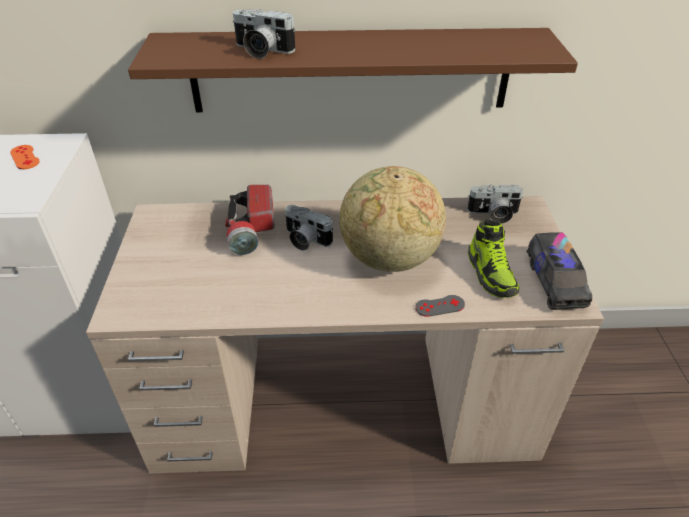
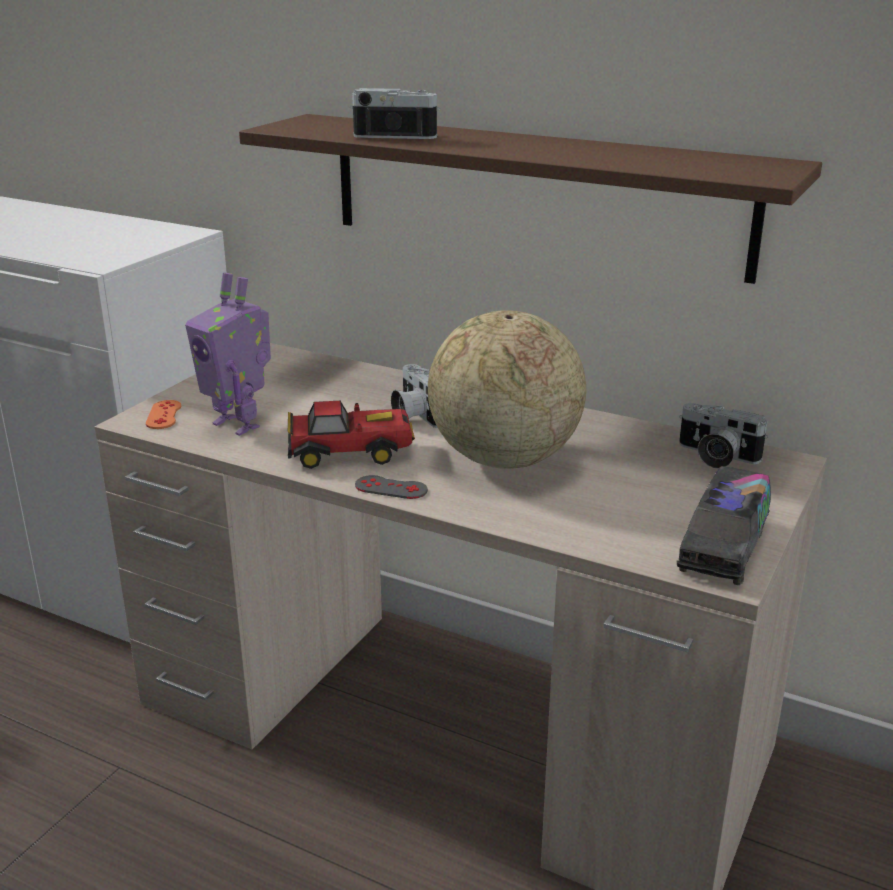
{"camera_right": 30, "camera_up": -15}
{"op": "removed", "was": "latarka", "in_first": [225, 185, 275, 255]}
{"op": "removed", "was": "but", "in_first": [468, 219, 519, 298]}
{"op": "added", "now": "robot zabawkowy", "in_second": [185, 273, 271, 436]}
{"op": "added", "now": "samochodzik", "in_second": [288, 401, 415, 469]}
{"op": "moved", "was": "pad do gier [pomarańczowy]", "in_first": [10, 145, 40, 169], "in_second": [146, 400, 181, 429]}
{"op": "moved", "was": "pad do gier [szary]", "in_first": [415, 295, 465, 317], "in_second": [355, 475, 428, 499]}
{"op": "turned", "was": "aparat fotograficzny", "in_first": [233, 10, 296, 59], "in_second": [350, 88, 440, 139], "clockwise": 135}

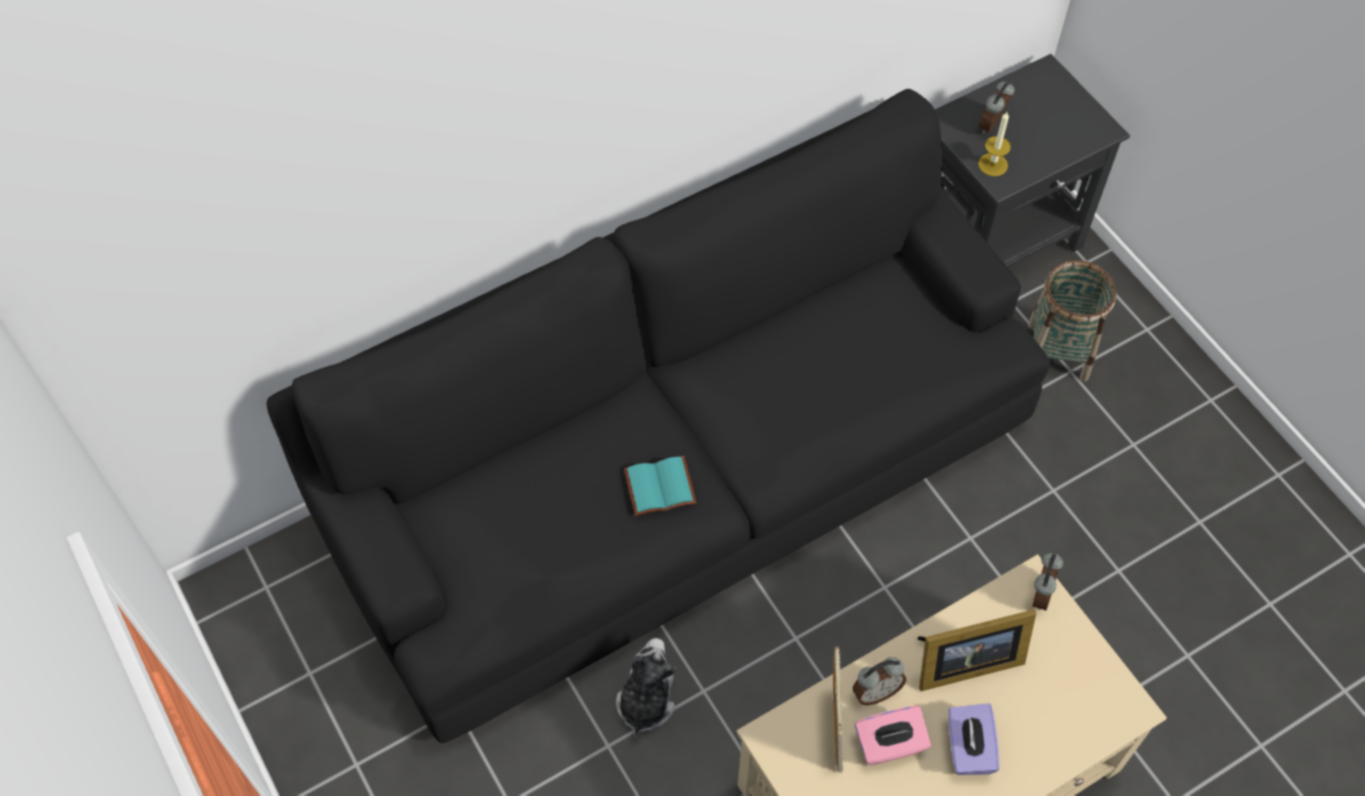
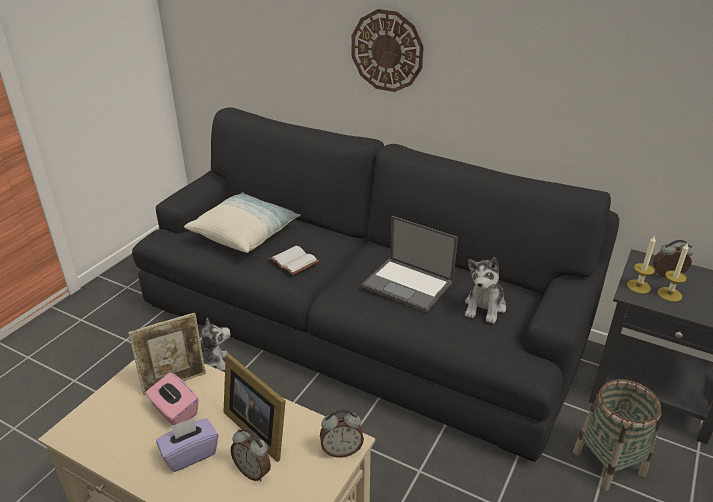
{"camera_right": 60, "camera_up": -25}
{"op": "added", "now": "poduszka", "in_second": [184, 193, 301, 253]}
{"op": "added", "now": "zegar ścienny", "in_second": [351, 9, 424, 92]}
{"op": "added", "now": "laptop", "in_second": [362, 216, 458, 313]}
{"op": "added", "now": "pluszak", "in_second": [465, 257, 506, 324]}
{"op": "added", "now": "świeca", "in_second": [657, 244, 689, 302]}
{"op": "moved", "was": "budzik", "in_first": [853, 657, 906, 705], "in_second": [230, 428, 271, 481]}
{"op": "recoloured", "was": "książka [turkusowy]", "now": "książka [biały]", "in_first": [624, 456, 696, 516], "in_second": [269, 246, 319, 275]}

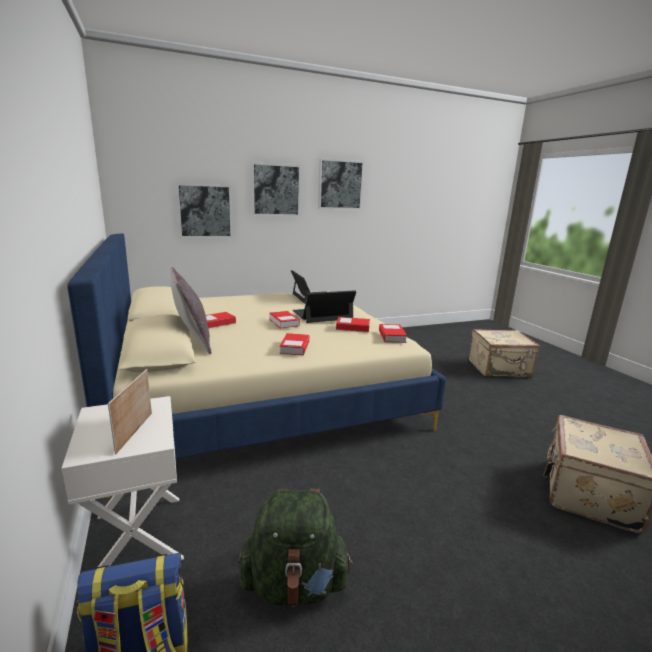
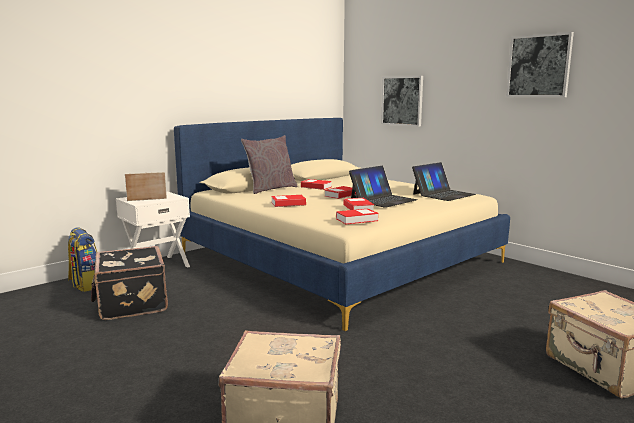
{"camera_right": 70, "camera_up": -5}
{"op": "removed", "was": "obraz", "in_first": [251, 162, 301, 216]}
{"op": "replaced", "was": "plecak [zielony]", "now": "walizka [czarny]", "in_first": [239, 489, 353, 607], "in_second": [91, 246, 168, 320]}
{"op": "turned", "was": "laptop", "in_first": [292, 290, 356, 323], "in_second": [349, 166, 418, 208], "clockwise": 90}

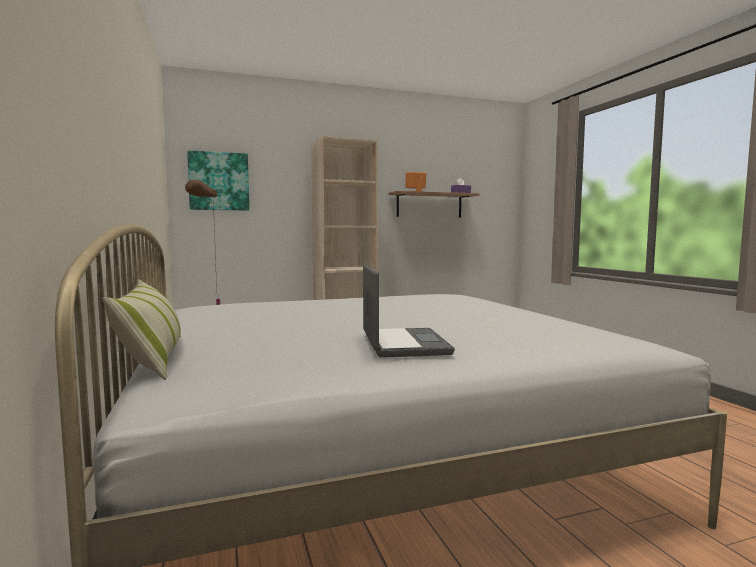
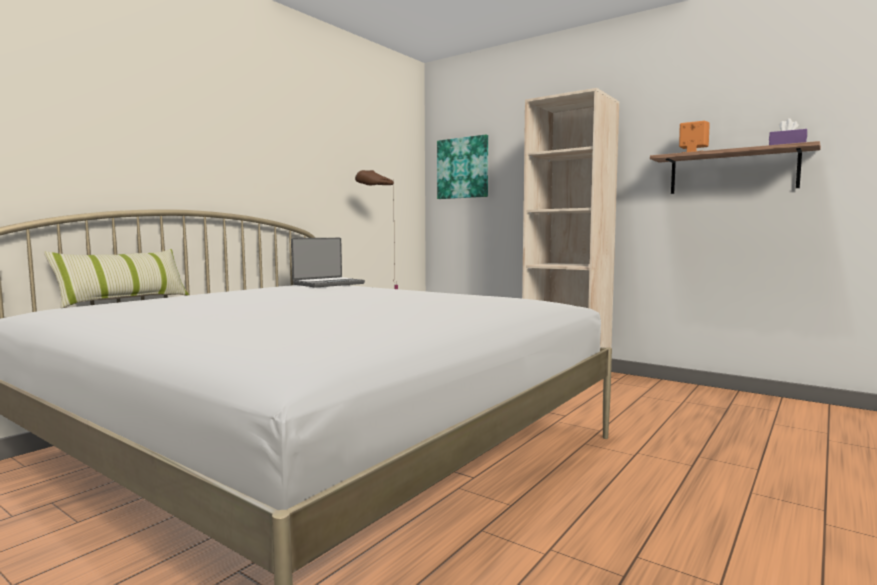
{"camera_right": 55, "camera_up": 0}
{"op": "moved", "was": "laptop", "in_first": [363, 265, 455, 358], "in_second": [291, 238, 365, 288]}

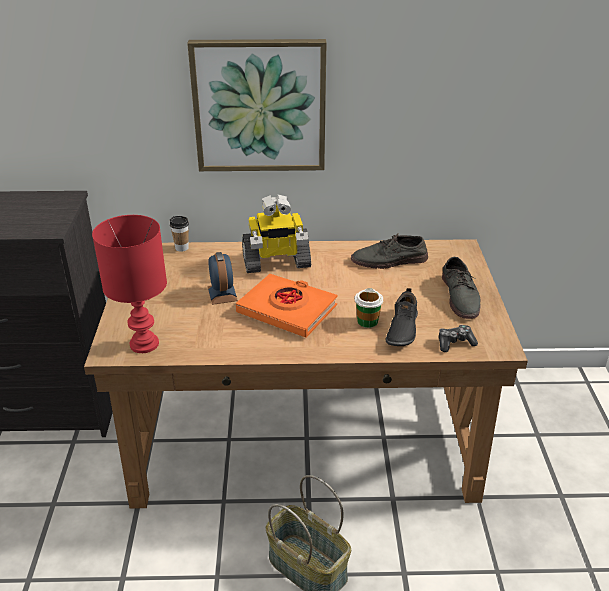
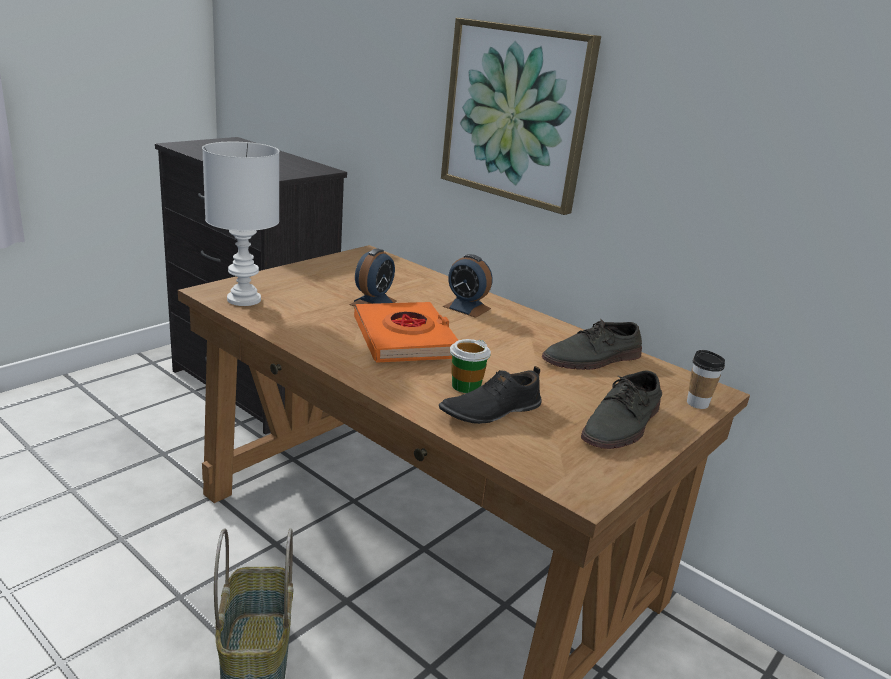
{"camera_right": 40, "camera_up": -10}
{"op": "removed", "was": "pad do gier", "in_first": [439, 325, 478, 352]}
{"op": "moved", "was": "filiżanka", "in_first": [170, 216, 189, 252], "in_second": [687, 350, 725, 409]}
{"op": "replaced", "was": "robot zabawkowy", "now": "budzik", "in_first": [242, 194, 311, 273], "in_second": [443, 254, 493, 318]}
{"op": "recoloured", "was": "lampa stołowa [czerwony]", "now": "lampa stołowa [biały]", "in_first": [92, 215, 167, 353], "in_second": [202, 142, 279, 306]}
{"op": "turned", "was": "but [szary]", "in_first": [351, 234, 428, 269], "in_second": [542, 319, 642, 370], "clockwise": -60}

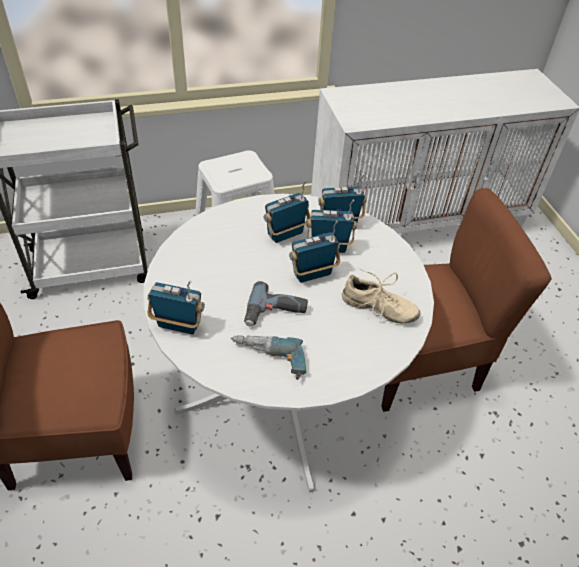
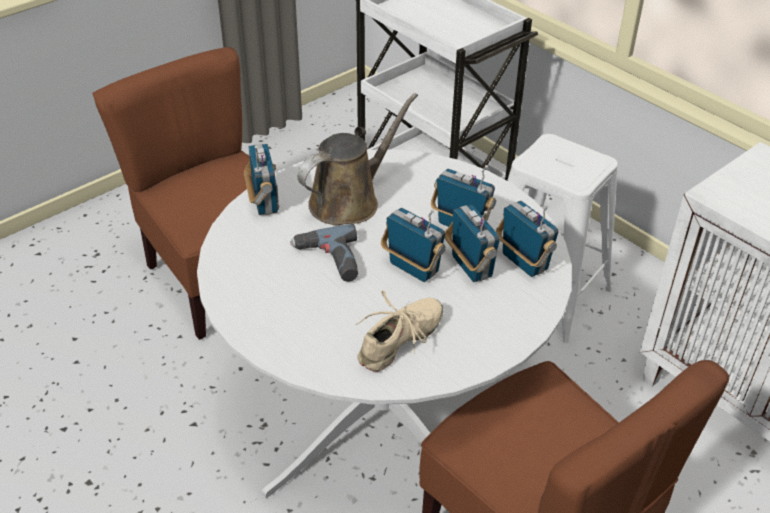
{"camera_right": 65, "camera_up": -5}
{"op": "removed", "was": "wiertarka", "in_first": [231, 335, 306, 380]}
{"op": "added", "now": "konewka [brązowy]", "in_second": [298, 93, 418, 225]}
{"op": "turned", "was": "but [beżowy]", "in_first": [342, 269, 420, 323], "in_second": [356, 290, 443, 372], "clockwise": -135}

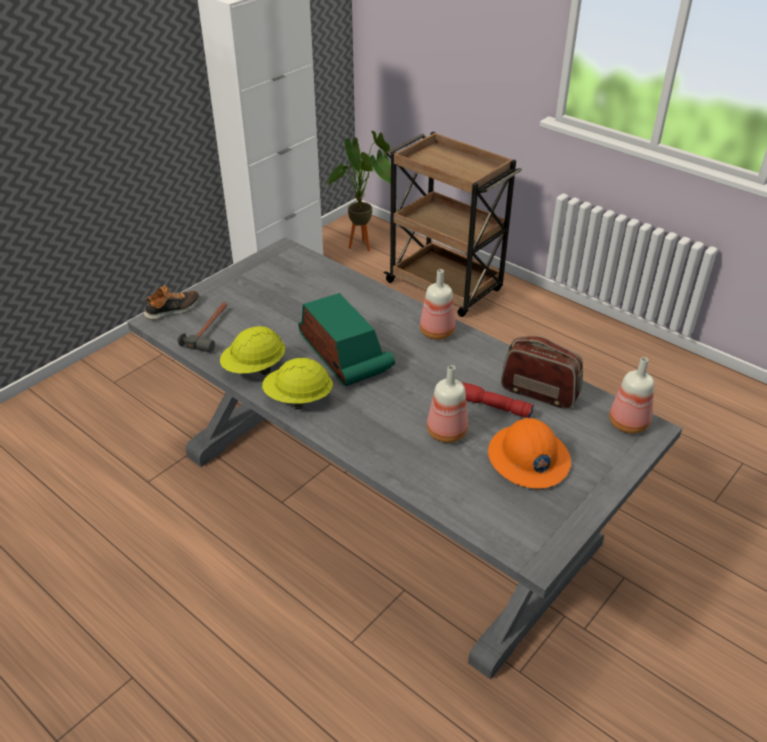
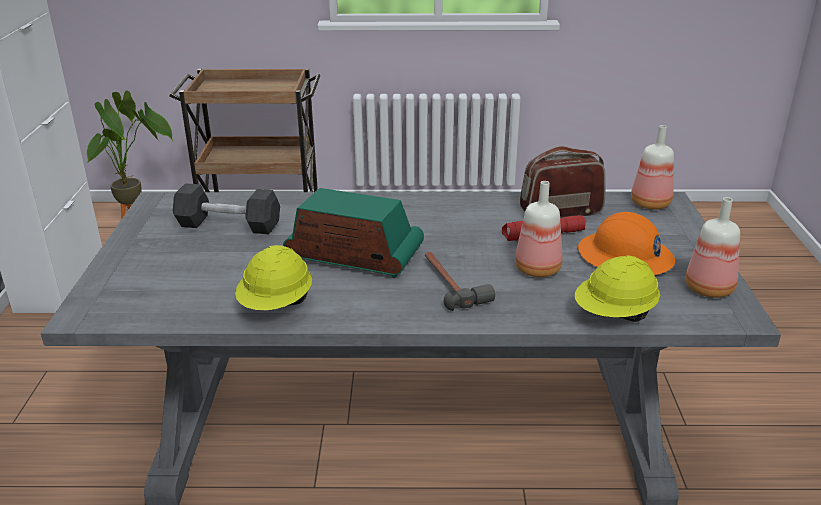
{"camera_right": -40, "camera_up": -10}
{"op": "removed", "was": "but", "in_first": [144, 285, 200, 320]}
{"op": "added", "now": "hantel [czarny]", "in_second": [173, 183, 280, 234]}
{"op": "moved", "was": "młotek", "in_first": [178, 303, 227, 352], "in_second": [425, 252, 495, 311]}
{"op": "moved", "was": "kask [żółty]", "in_first": [262, 358, 333, 409], "in_second": [575, 255, 660, 322]}
{"op": "moved", "was": "butelka", "in_first": [420, 269, 456, 340], "in_second": [685, 197, 740, 298]}

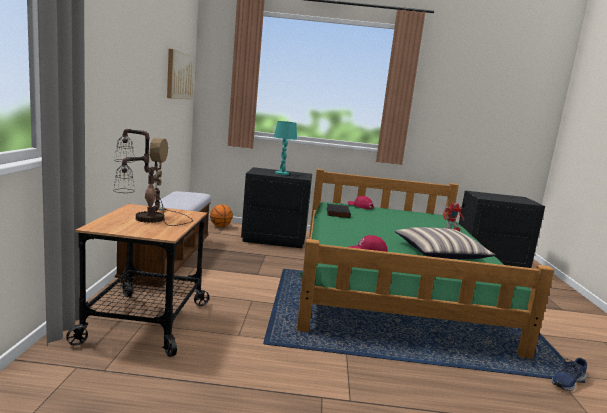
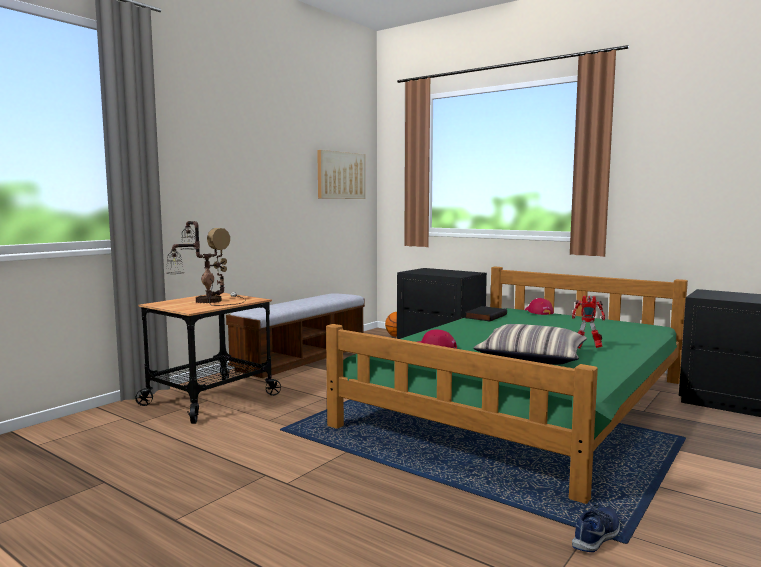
{"camera_right": 35, "camera_up": -5}
{"op": "removed", "was": "lampa stołowa [turkusowy]", "in_first": [274, 121, 297, 175]}
{"op": "turned", "was": "but [niebieski]", "in_first": [552, 358, 587, 391], "in_second": [572, 505, 620, 552], "clockwise": 135}

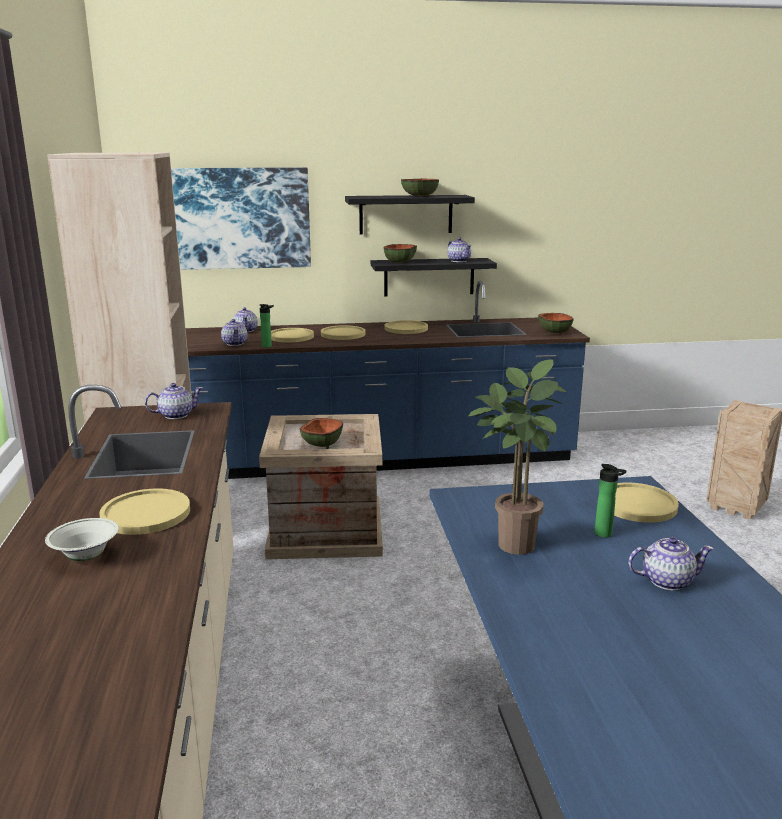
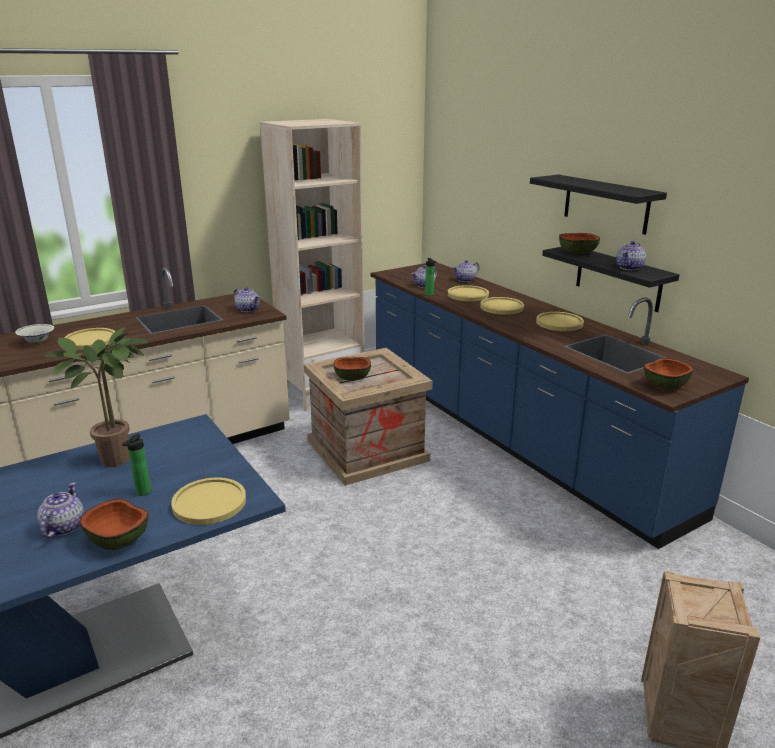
{"camera_right": 65, "camera_up": 5}
{"op": "removed", "was": "obraz", "in_first": [171, 167, 311, 270]}
{"op": "moved", "was": "miska", "in_first": [401, 179, 439, 196], "in_second": [79, 499, 149, 550]}
{"op": "turned", "was": "imbryk", "in_first": [628, 537, 714, 590], "in_second": [37, 483, 84, 538], "clockwise": -150}

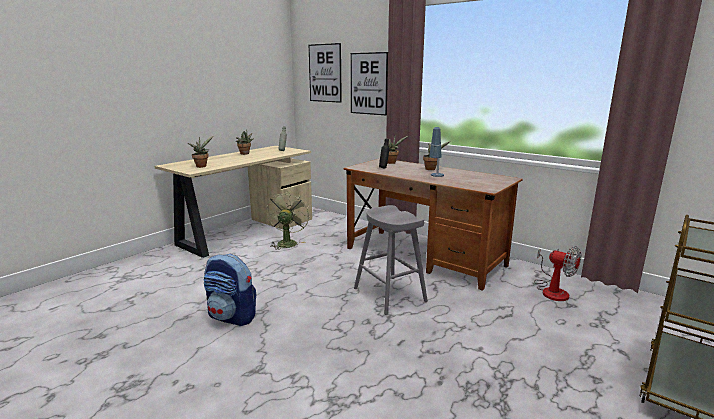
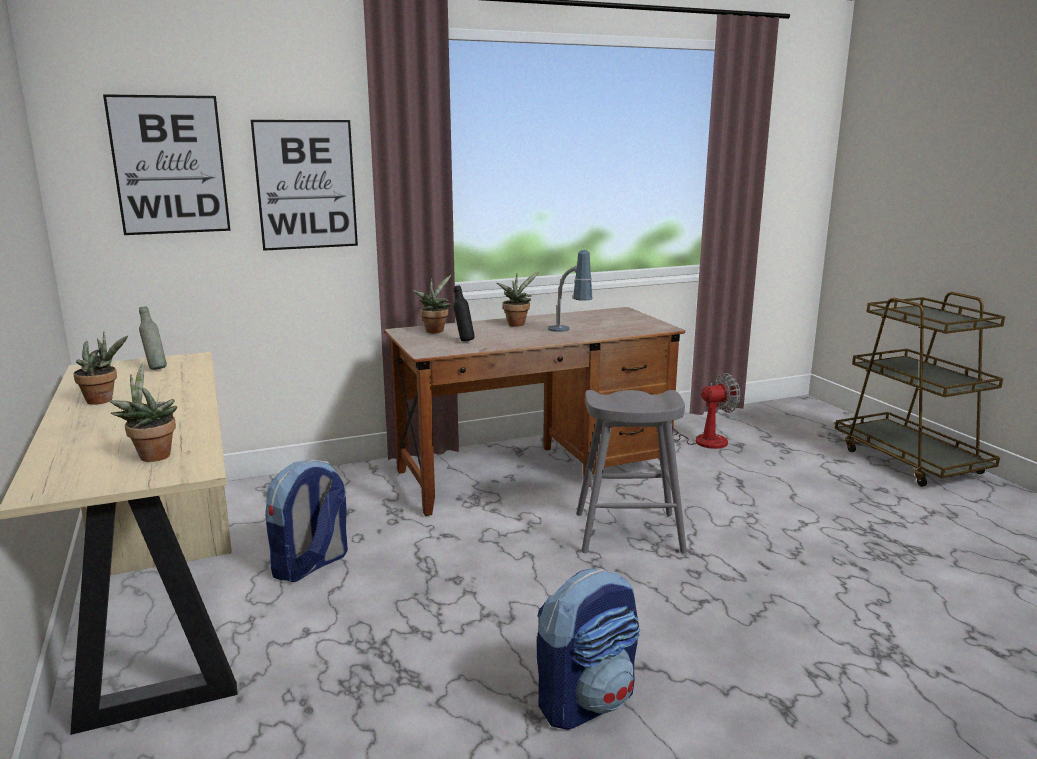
{"camera_right": -60, "camera_up": 0}
{"op": "replaced", "was": "wentylator [zielony]", "now": "plecak", "in_first": [266, 191, 310, 250], "in_second": [265, 460, 348, 582]}

